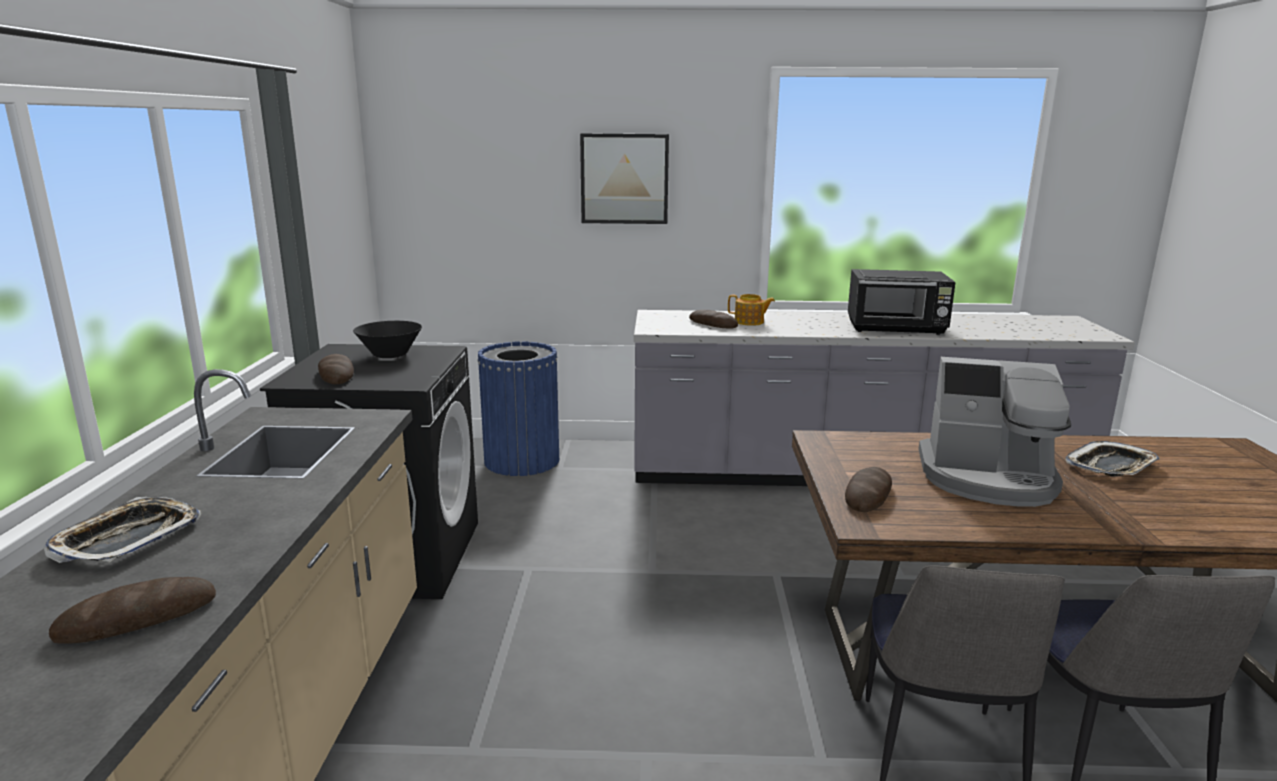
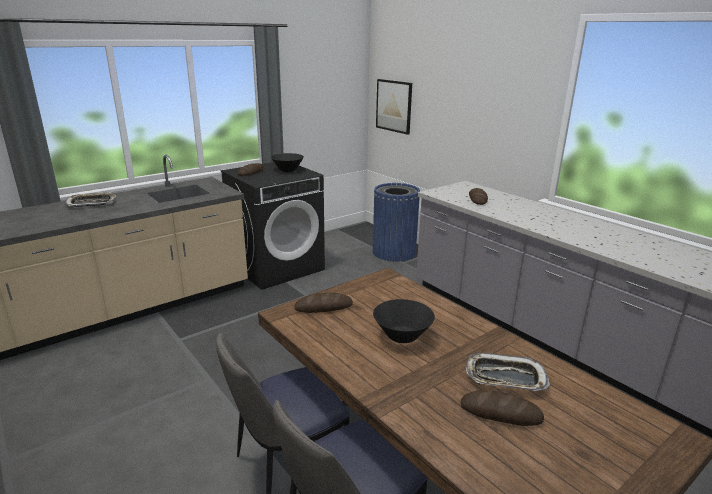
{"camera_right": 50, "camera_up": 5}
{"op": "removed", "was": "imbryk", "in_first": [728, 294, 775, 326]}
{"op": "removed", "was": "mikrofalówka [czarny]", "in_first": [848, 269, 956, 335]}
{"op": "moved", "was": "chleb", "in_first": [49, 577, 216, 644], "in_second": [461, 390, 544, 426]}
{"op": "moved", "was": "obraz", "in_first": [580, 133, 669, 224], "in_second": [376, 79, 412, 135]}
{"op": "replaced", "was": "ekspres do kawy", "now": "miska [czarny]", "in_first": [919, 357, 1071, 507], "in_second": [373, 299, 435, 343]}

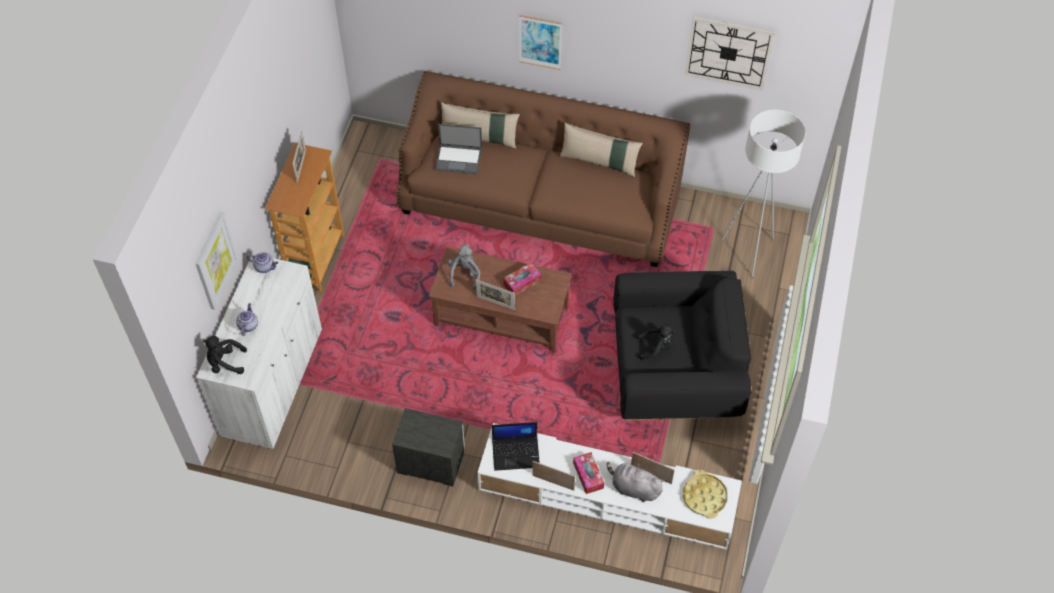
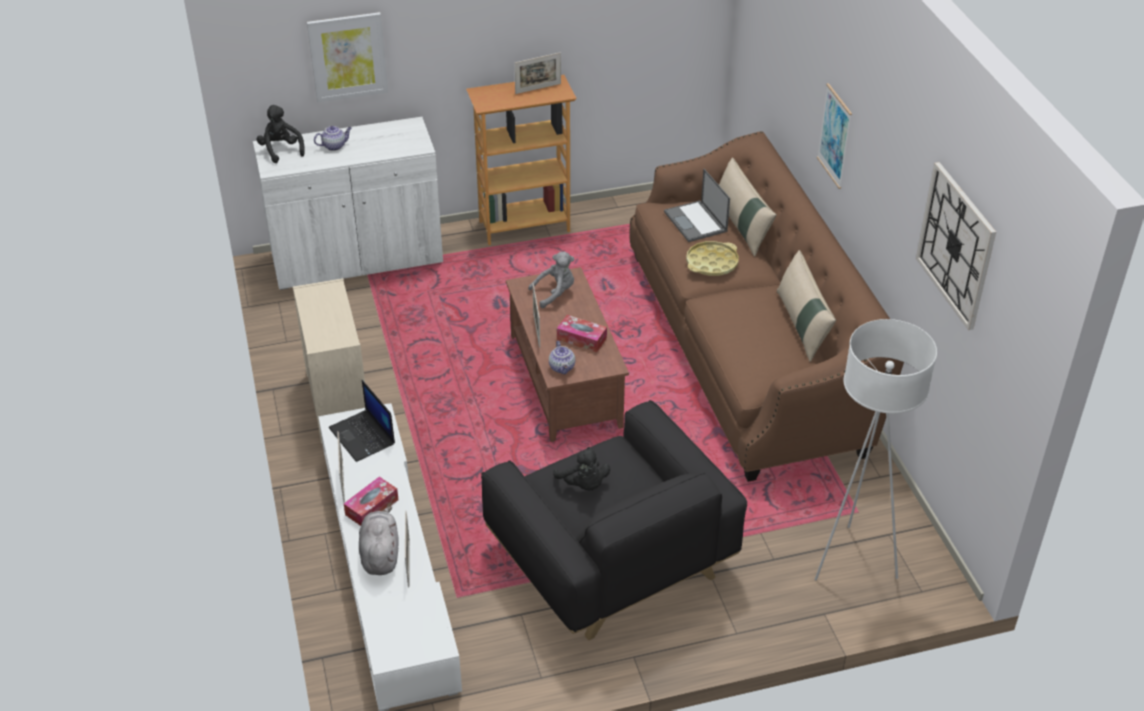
{"camera_right": 60, "camera_up": -15}
{"op": "moved", "was": "imbryk", "in_first": [247, 252, 278, 273], "in_second": [549, 341, 575, 374]}
{"op": "moved", "was": "taca [żółty]", "in_first": [683, 470, 728, 519], "in_second": [686, 241, 739, 276]}
{"op": "replaced", "was": "szafka nocna", "now": "komoda [beżowy]", "in_first": [392, 408, 465, 486], "in_second": [293, 278, 365, 443]}

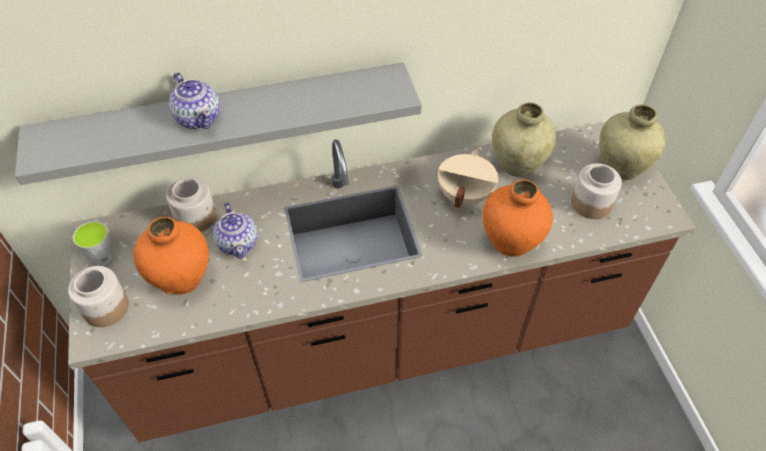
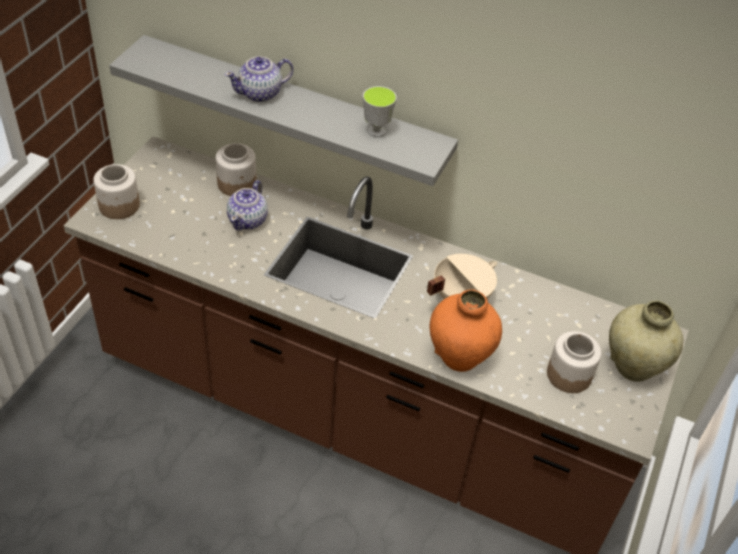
{"camera_right": 35, "camera_up": -5}
{"op": "removed", "was": "wazon [pomarańczowy]", "in_first": [134, 217, 209, 294]}
{"op": "removed", "was": "wazon [beżowy]", "in_first": [492, 102, 556, 177]}
{"op": "moved", "was": "filiżanka", "in_first": [73, 221, 113, 266], "in_second": [363, 86, 397, 137]}
{"op": "turned", "was": "imbryk", "in_first": [169, 72, 220, 129], "in_second": [225, 56, 293, 102], "clockwise": 60}

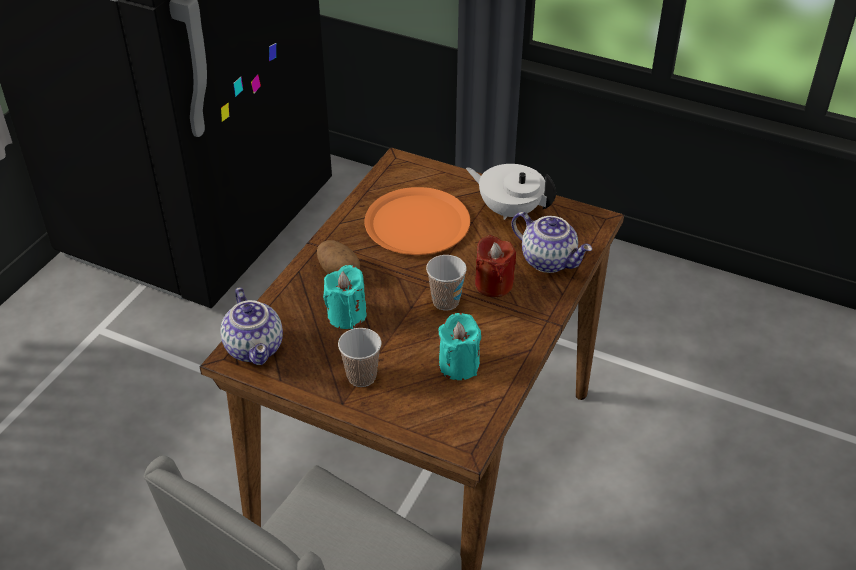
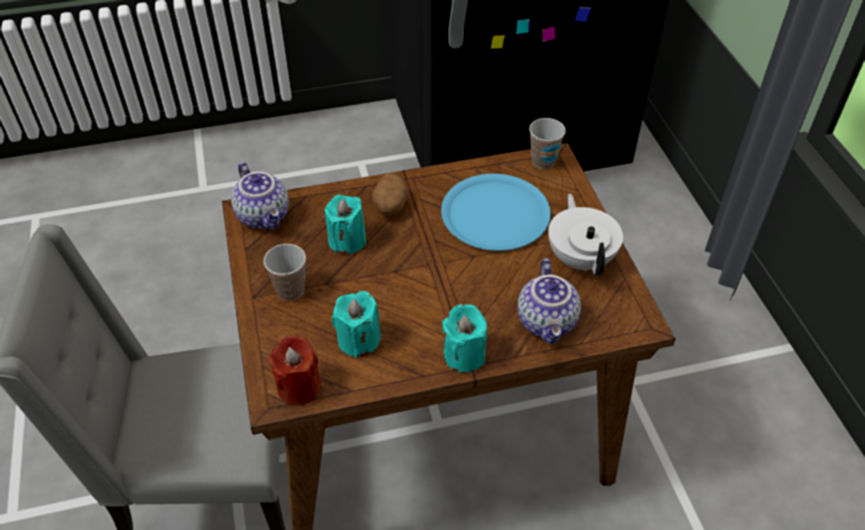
{"camera_right": 50, "camera_up": 5}
{"op": "added", "now": "świeca [turkusowy]", "in_second": [442, 304, 487, 373]}
{"op": "moved", "was": "filiżanka", "in_first": [426, 255, 467, 310], "in_second": [529, 118, 566, 169]}
{"op": "moved", "was": "świeca [czerwony]", "in_first": [475, 235, 516, 297], "in_second": [269, 335, 321, 405]}
{"op": "recoloured", "was": "talerz [pomarańczowy]", "now": "talerz [niebieski]", "in_first": [364, 187, 470, 255], "in_second": [441, 174, 551, 251]}
{"op": "turned", "was": "imbryk", "in_first": [220, 287, 283, 365], "in_second": [231, 162, 289, 230], "clockwise": -60}

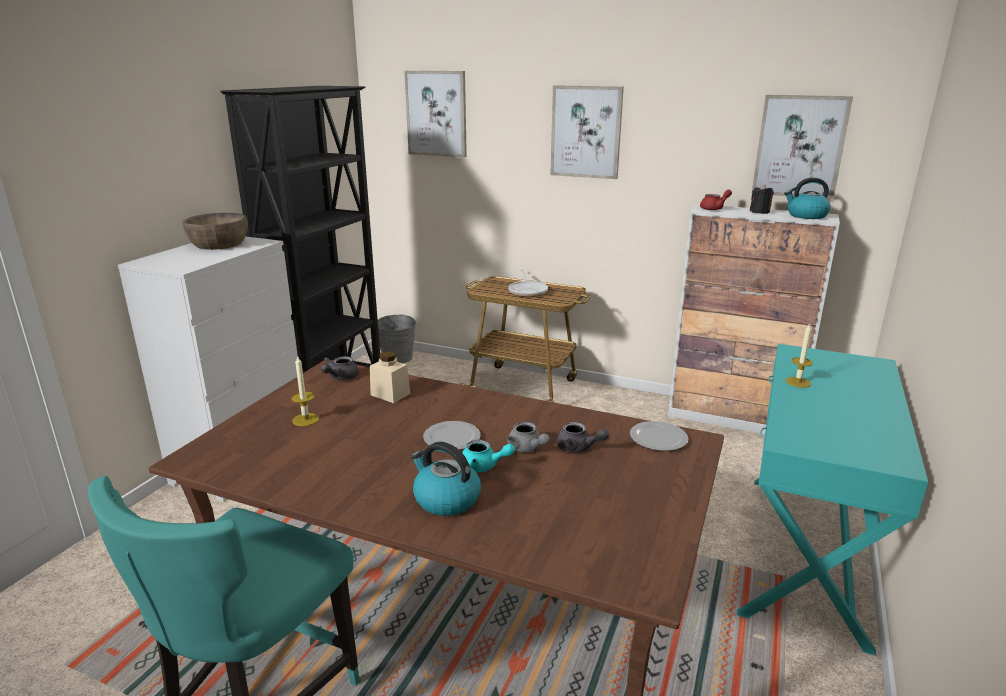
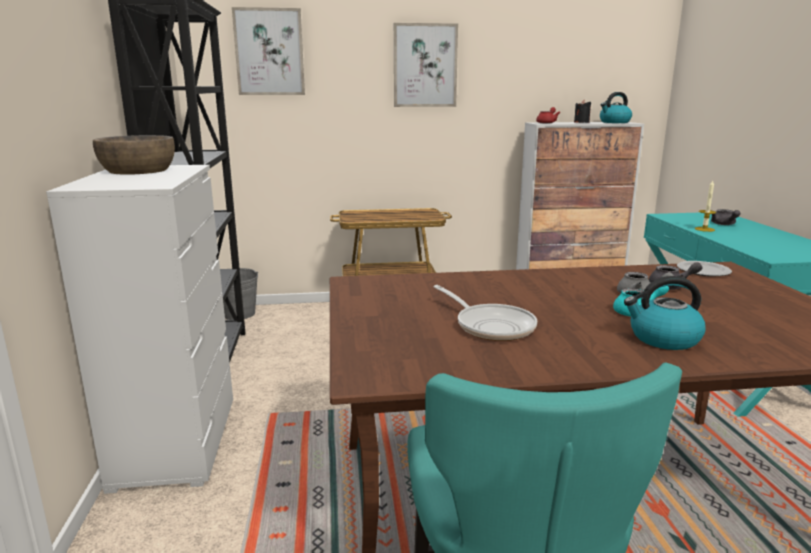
{"camera_right": -30, "camera_up": -5}
{"op": "removed", "was": "świeca", "in_first": [291, 355, 319, 426]}
{"op": "removed", "was": "słoik [beżowy]", "in_first": [370, 351, 410, 403]}
{"op": "removed", "was": "talerz", "in_first": [423, 421, 481, 450]}
{"op": "removed", "was": "obraz", "in_first": [752, 95, 853, 199]}
{"op": "moved", "was": "imbryk [szary]", "in_first": [321, 356, 359, 380], "in_second": [711, 209, 740, 225]}
{"op": "moved", "was": "patelnia", "in_first": [508, 269, 548, 297], "in_second": [433, 285, 537, 341]}

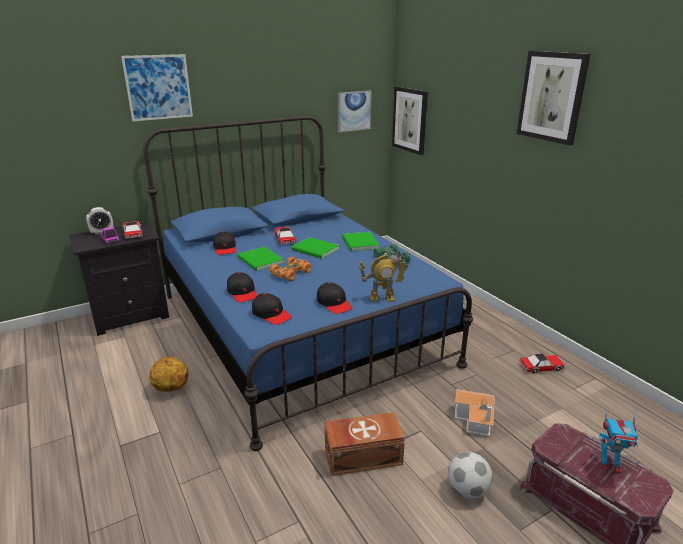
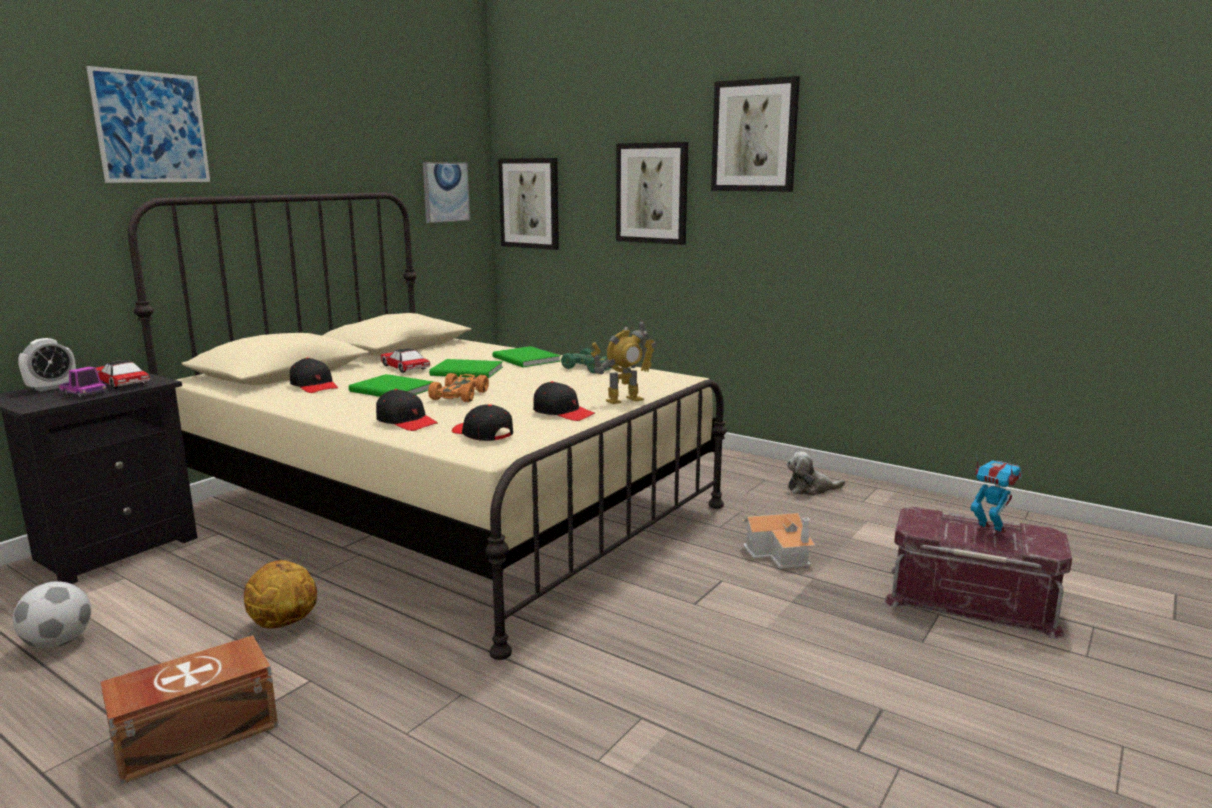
{"camera_right": -25, "camera_up": -10}
{"op": "added", "now": "obraz", "in_second": [616, 142, 688, 245]}
{"op": "moved", "was": "pojemnik do przechowywania [brązowy]", "in_first": [325, 412, 405, 476], "in_second": [100, 635, 278, 784]}
{"op": "moved", "was": "piłka futbolowa", "in_first": [448, 452, 493, 498], "in_second": [13, 581, 91, 649]}
{"op": "replaced", "was": "samochodzik", "now": "pluszak", "in_first": [519, 354, 565, 373], "in_second": [787, 452, 845, 496]}
{"op": "recoloured", "was": "łóżko [niebieski]", "now": "łóżko [beżowy]", "in_first": [143, 116, 473, 451], "in_second": [128, 192, 727, 660]}
{"op": "turned", "was": "czapka z daszkiem [czarny]", "in_first": [252, 293, 292, 325], "in_second": [452, 404, 513, 441], "clockwise": -150}
{"op": "turned", "was": "robot zabawkowy", "in_first": [599, 408, 638, 473], "in_second": [970, 454, 1022, 536], "clockwise": -120}

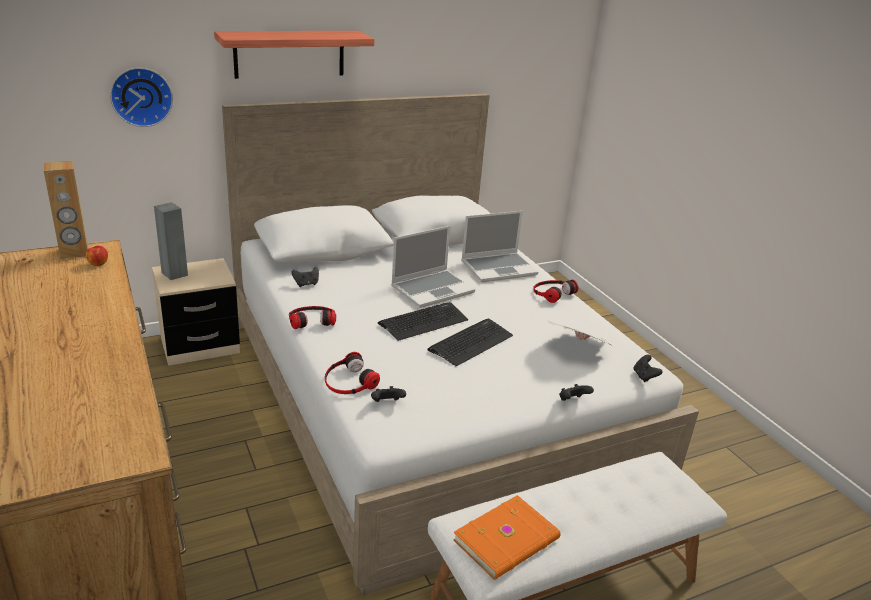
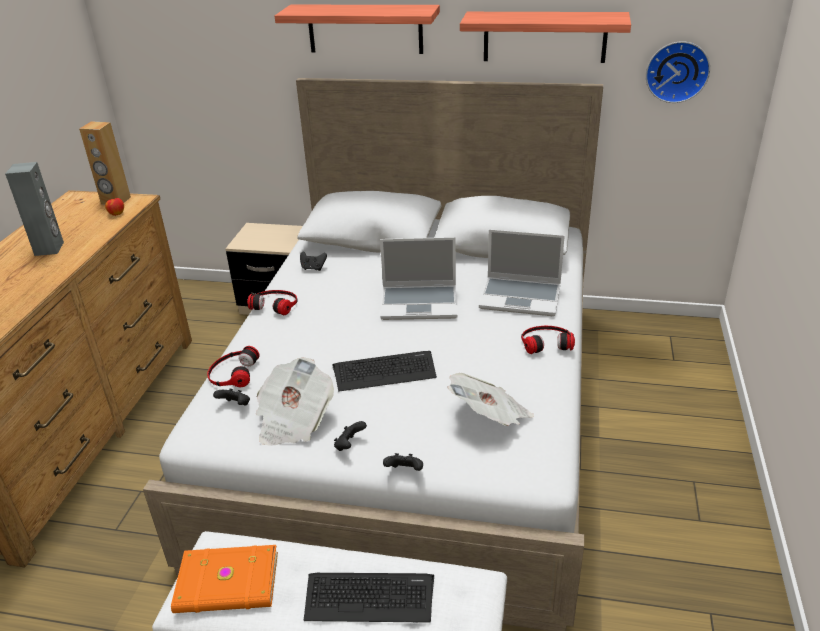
{"camera_right": 40, "camera_up": 5}
{"op": "added", "now": "gazeta", "in_second": [256, 357, 334, 446]}
{"op": "added", "now": "półka", "in_second": [460, 12, 631, 63]}
{"op": "moved", "was": "zegar ścienny", "in_first": [110, 68, 173, 127], "in_second": [646, 41, 710, 103]}
{"op": "moved", "was": "głośnik [szary]", "in_first": [154, 202, 188, 280], "in_second": [5, 162, 64, 256]}
{"op": "moved", "was": "klawiatura", "in_first": [378, 302, 468, 341], "in_second": [304, 573, 434, 623]}
{"op": "moved", "was": "pad do gier [czarny]", "in_first": [633, 355, 663, 382], "in_second": [334, 421, 367, 451]}

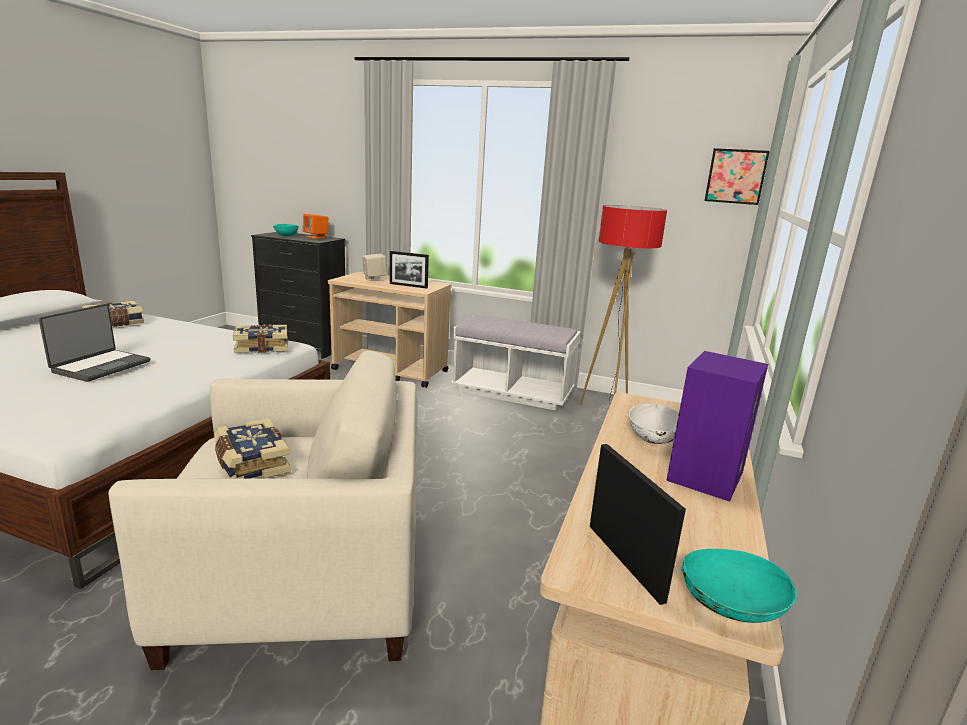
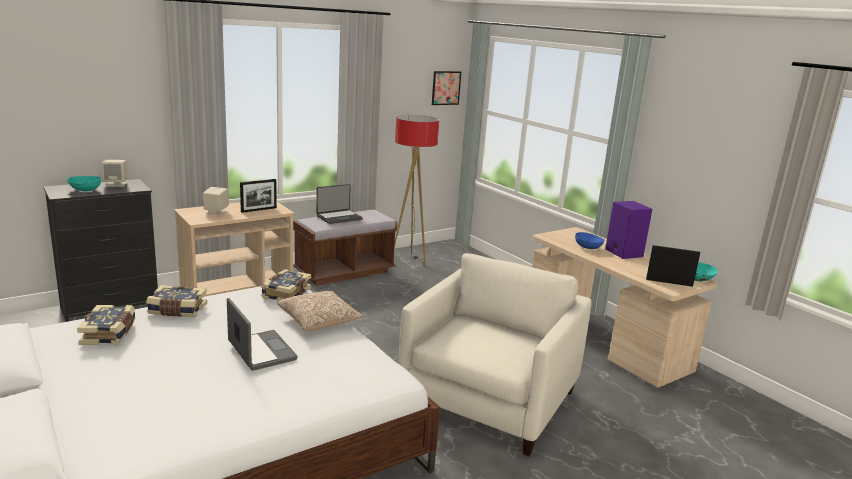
{"camera_right": -55, "camera_up": 0}
{"op": "added", "now": "poduszka", "in_second": [277, 291, 363, 331]}
{"op": "added", "now": "laptop", "in_second": [316, 184, 363, 224]}
{"op": "moved", "was": "książka", "in_first": [215, 418, 291, 479], "in_second": [146, 285, 207, 317]}
{"op": "recoloured", "was": "głośnik [pomarańczowy]", "now": "głośnik [beżowy]", "in_first": [303, 214, 328, 239], "in_second": [101, 160, 127, 187]}
{"op": "recoloured", "was": "ławka [biały]", "now": "ławka [brązowy]", "in_first": [451, 315, 581, 410], "in_second": [293, 210, 397, 286]}
{"op": "recoloured", "was": "miska [biały]", "now": "miska [niebieski]", "in_first": [629, 404, 679, 444], "in_second": [575, 232, 605, 249]}

